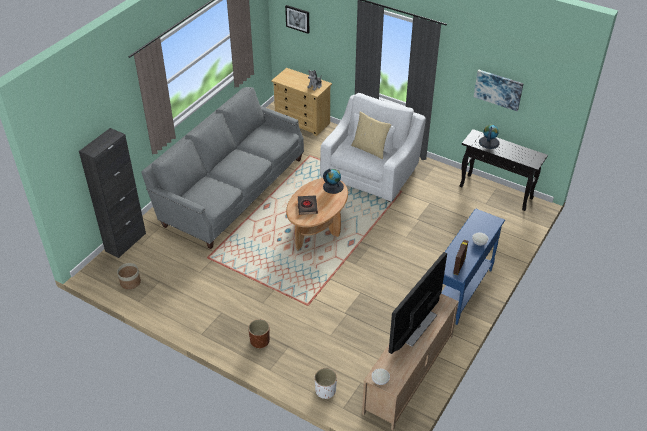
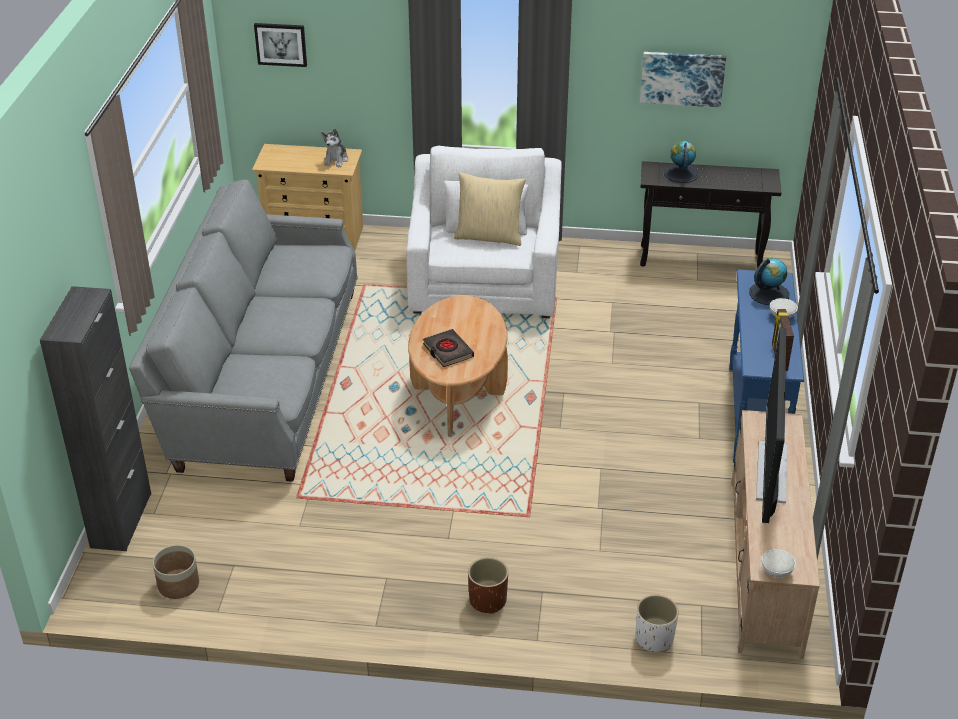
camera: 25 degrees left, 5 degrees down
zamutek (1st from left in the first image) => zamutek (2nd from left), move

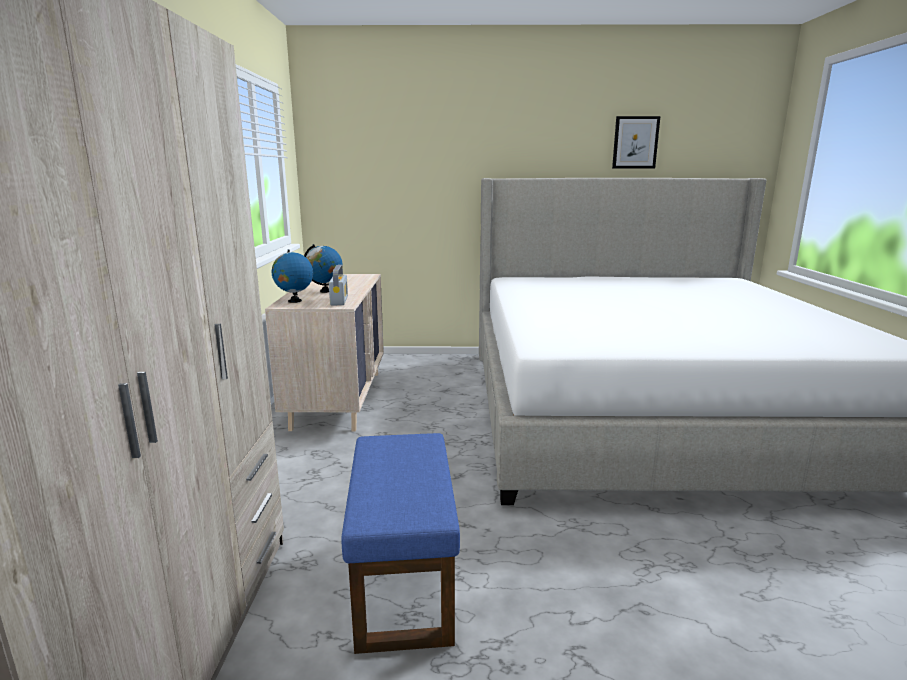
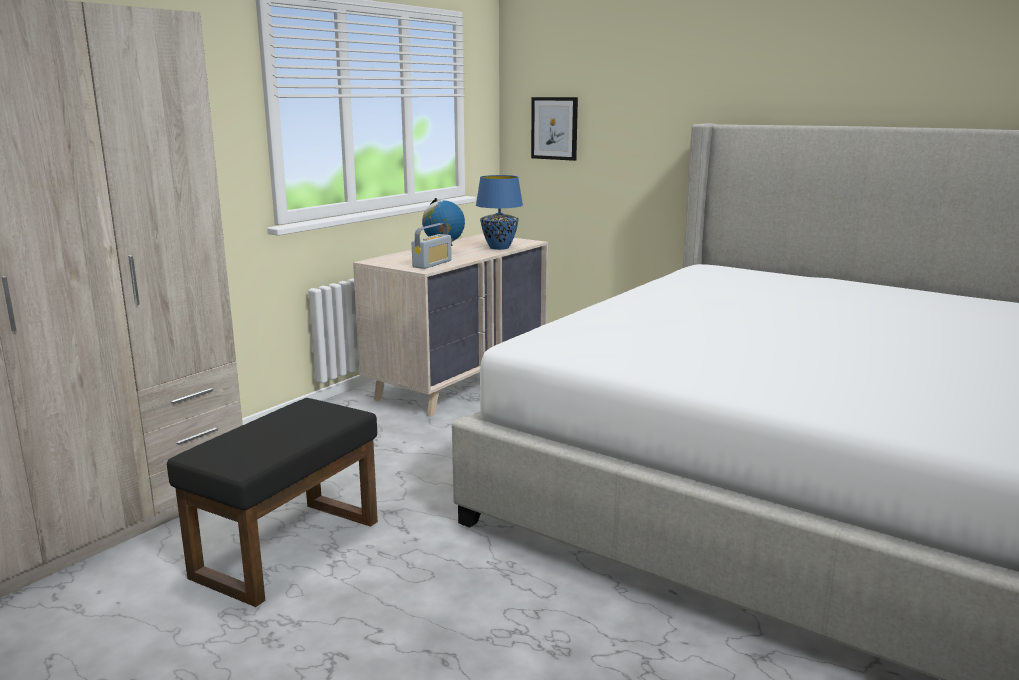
camera: 35 degrees right, 0 degrees up
zamutek (1st from left) => nothing
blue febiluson => black febiluson
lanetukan, move
nothing => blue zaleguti

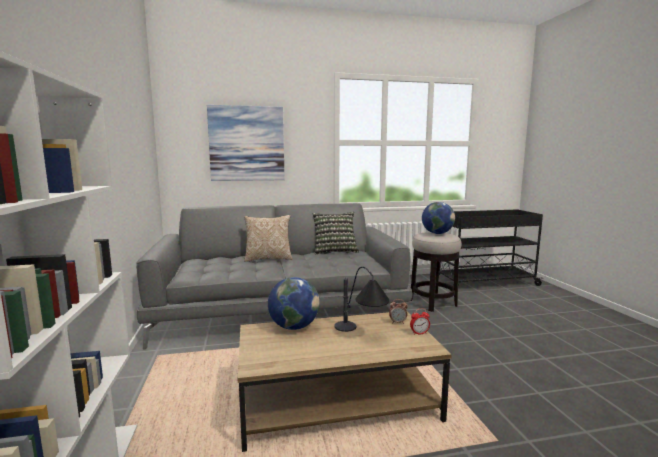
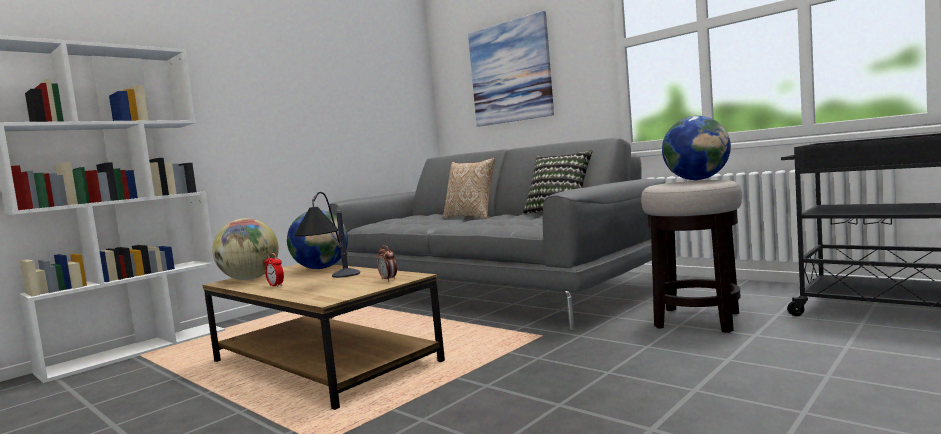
camera: 55 degrees right, 5 degrees down
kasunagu (2nd from left in the first image) => kasunagu (1st from left), move
nothing => zamutek (1st from left)

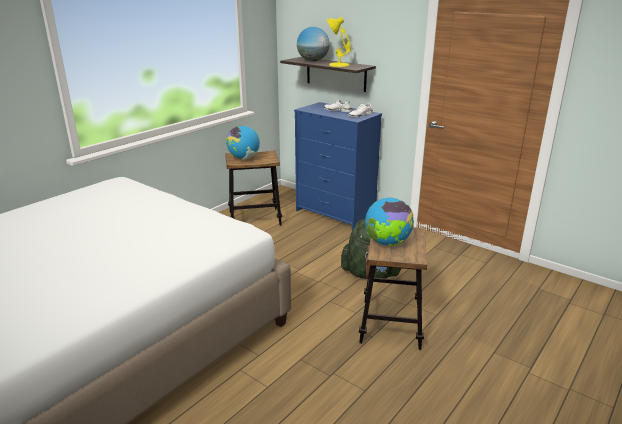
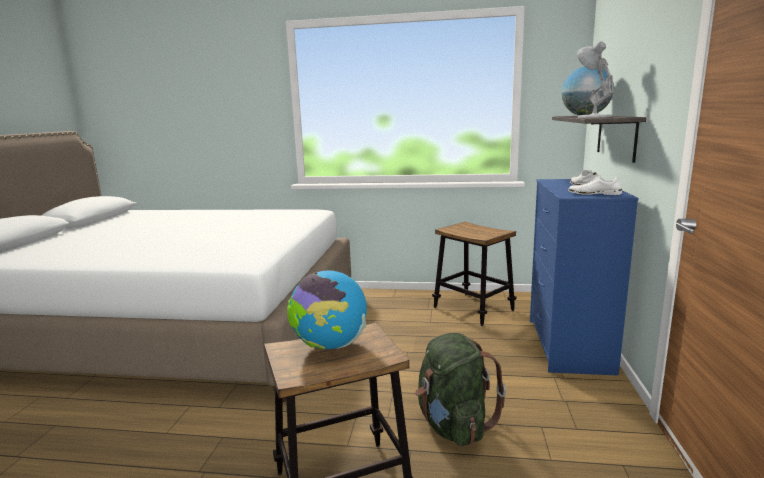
camera: 60 degrees right, 10 degrees down
zamutek (1st from left) => nothing
yellow zaleguti => white zaleguti

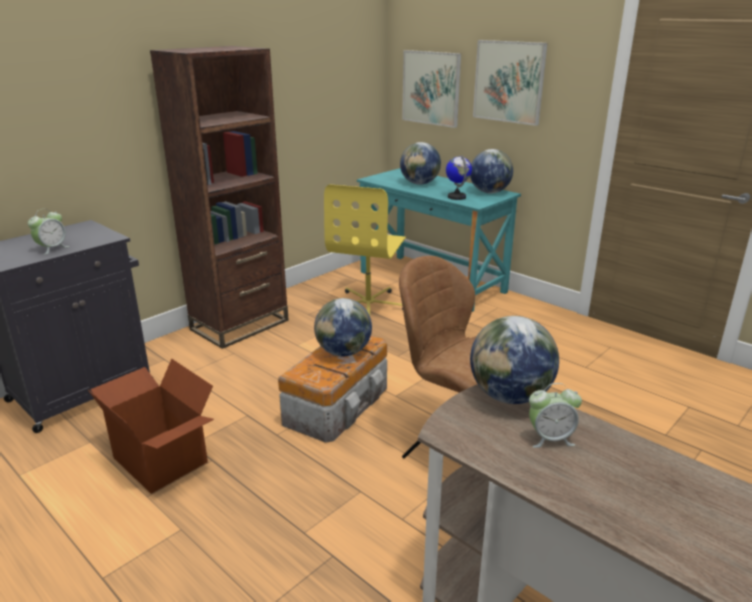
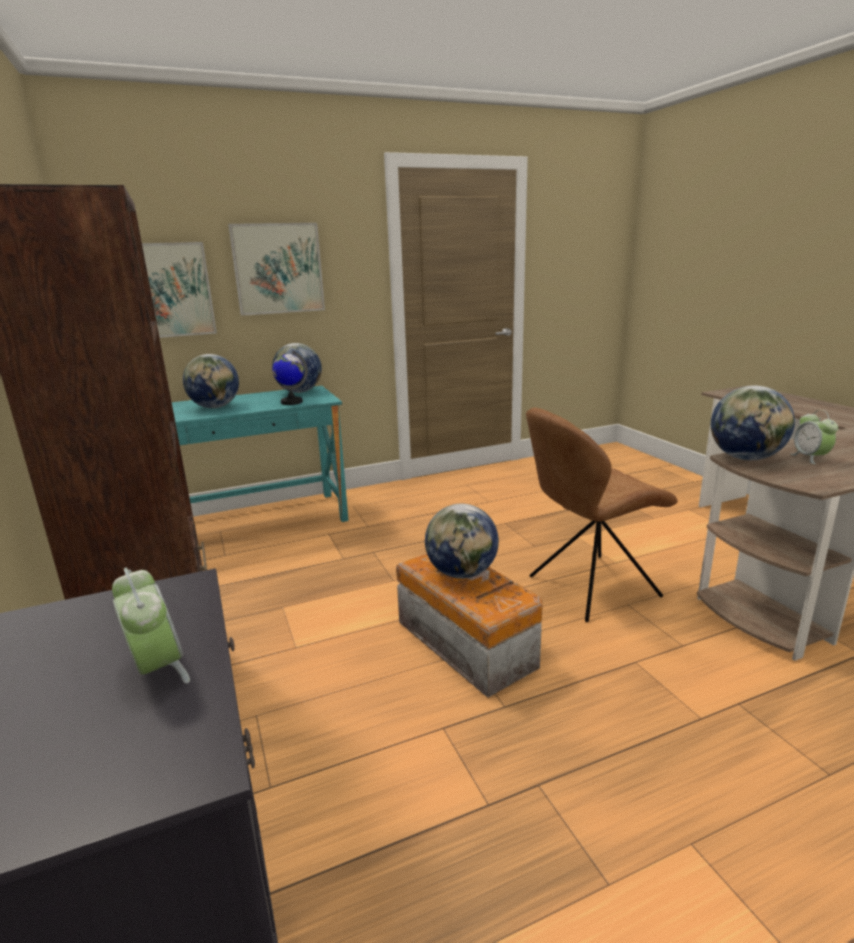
camera: 65 degrees left, 5 degrees down
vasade => nothing
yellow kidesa => nothing
kasunagu (2nd from left), 150 degrees clockwise

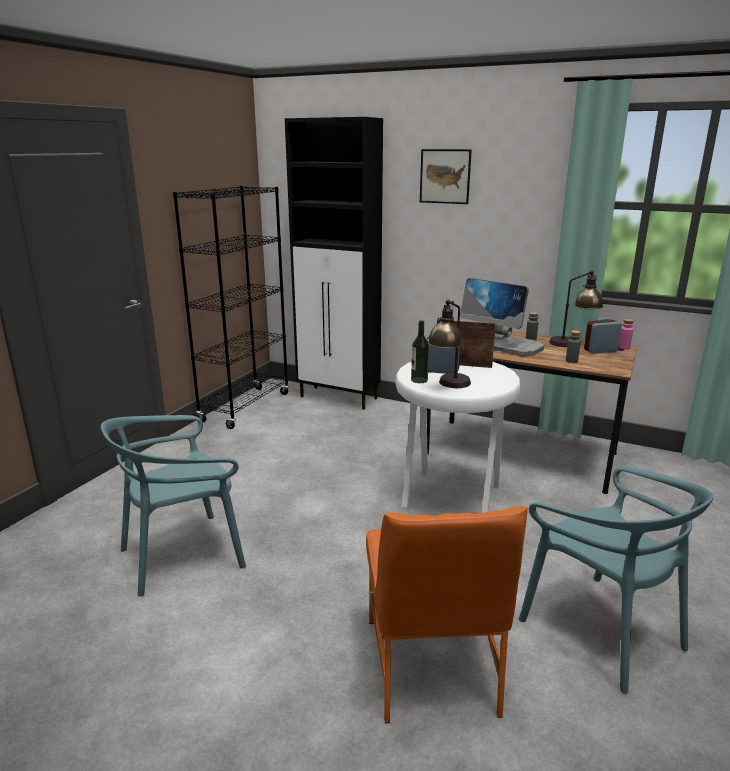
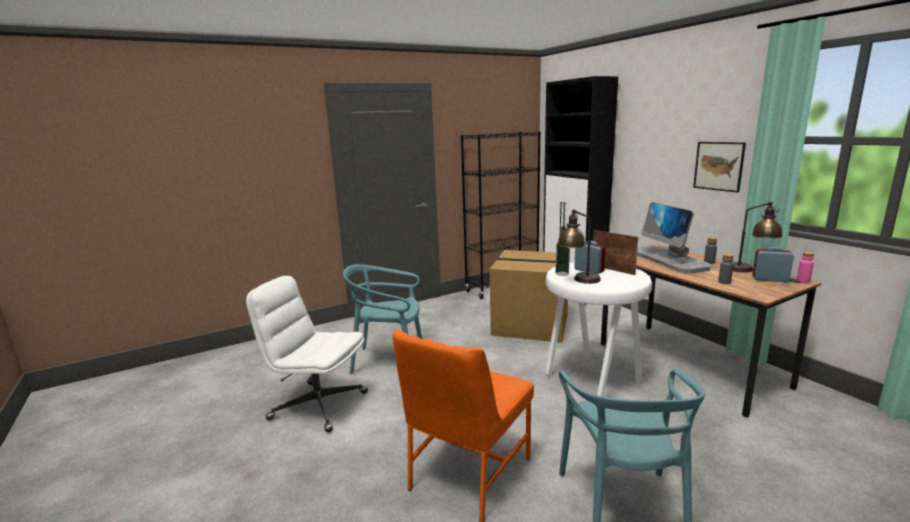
camera: 35 degrees right, 5 degrees down
lanetukan, move
nothing => white kidesa
nothing => vasade

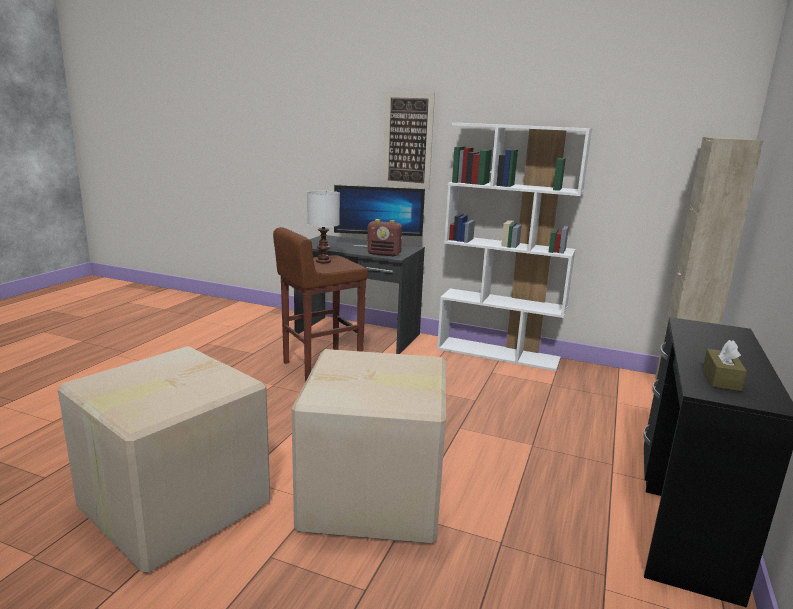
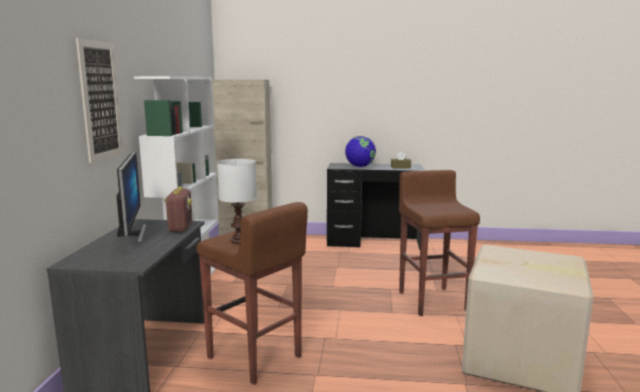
camera: 105 degrees left, 5 degrees down
vasade (2nd from left) => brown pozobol (2nd from left)
nothing => zamutek

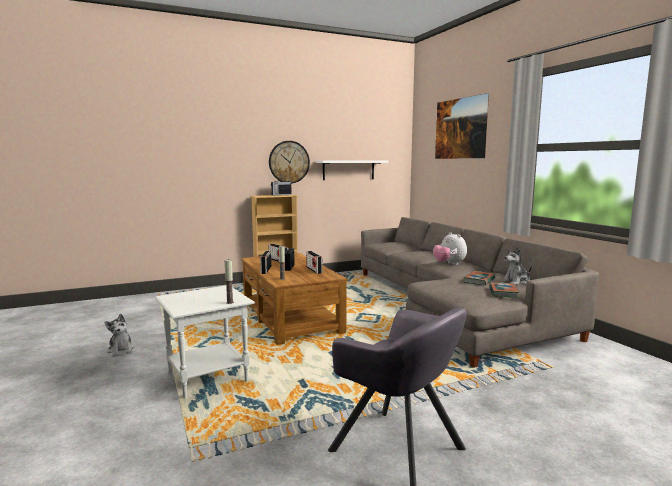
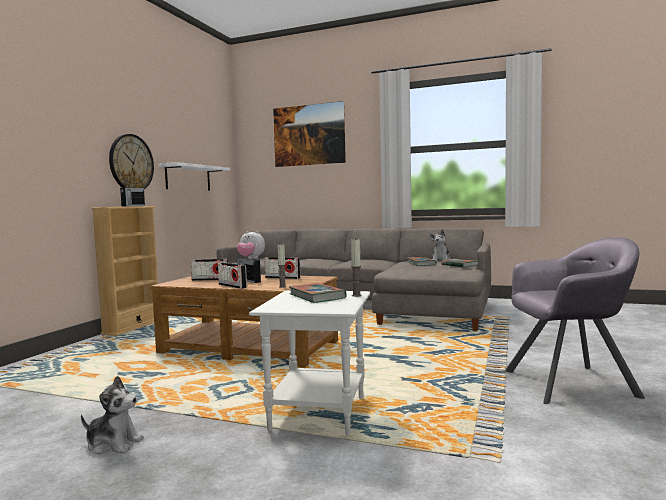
camera: 45 degrees left, 5 degrees down
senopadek (2nd from left), move
nothing => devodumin (1st from left)

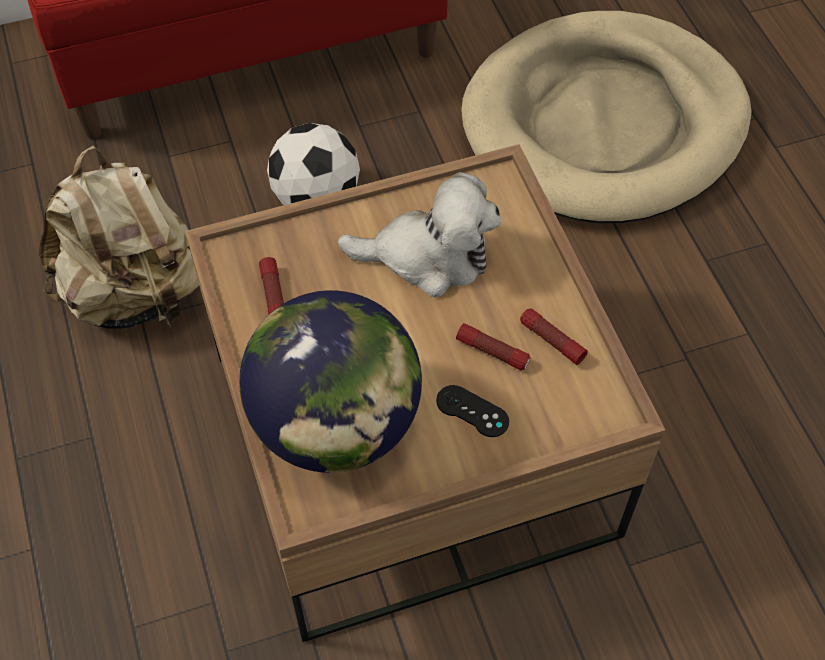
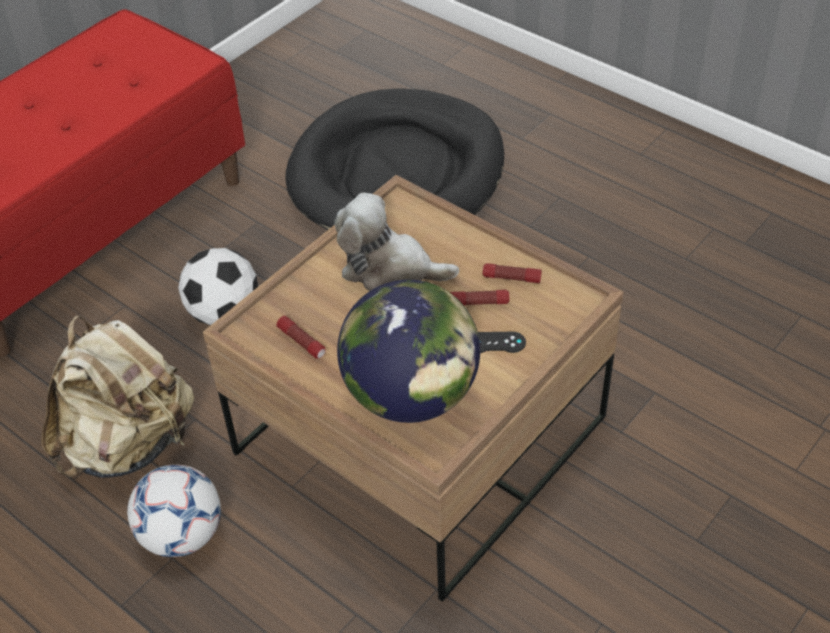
camera: 30 degrees left, 10 degrees down
senopadek, 135 degrees counterclockwise
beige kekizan => black kekizan
nothing => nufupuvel (1st from left)

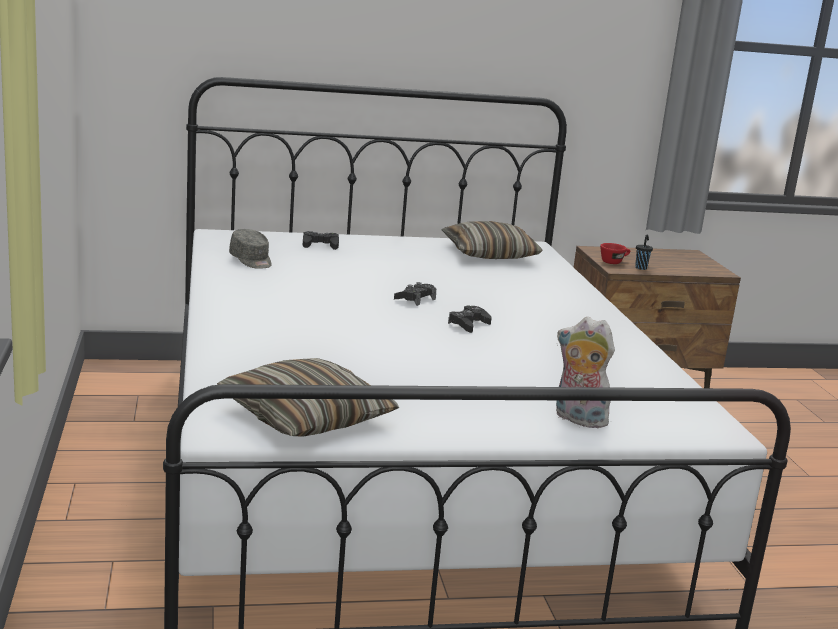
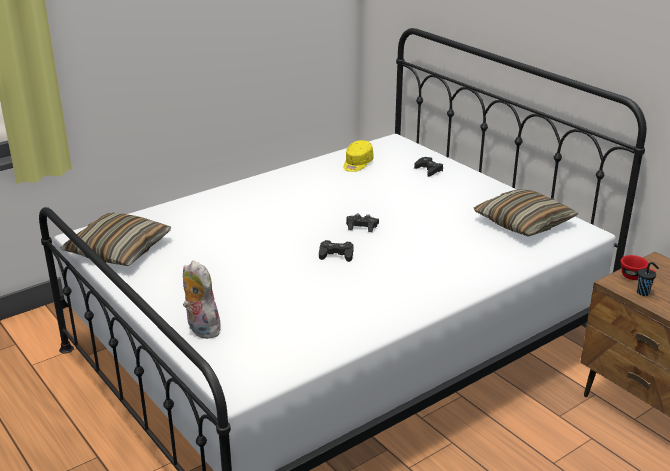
camera: 65 degrees right, 10 degrees up
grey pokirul => yellow pokirul
senopadek, 45 degrees counterclockwise

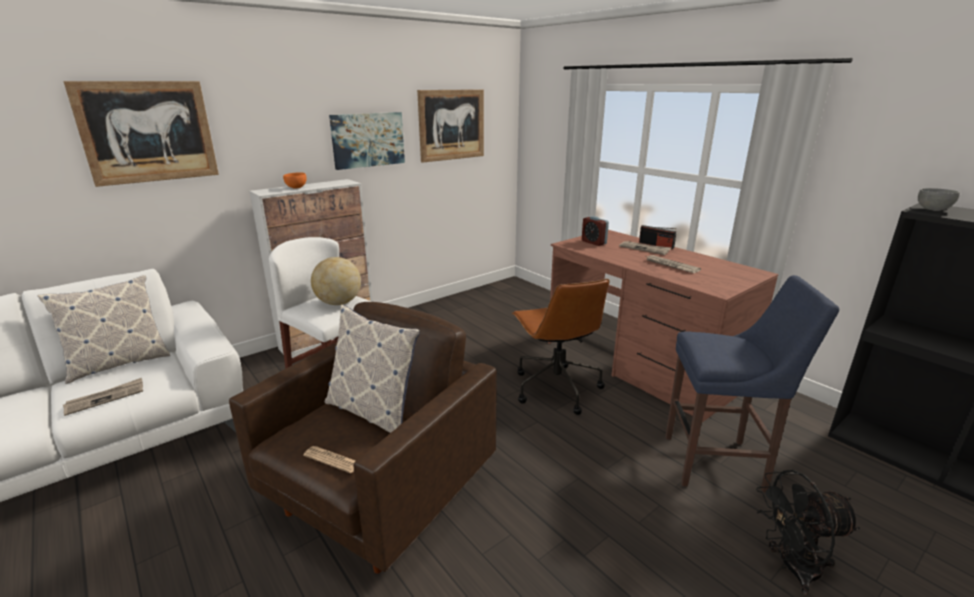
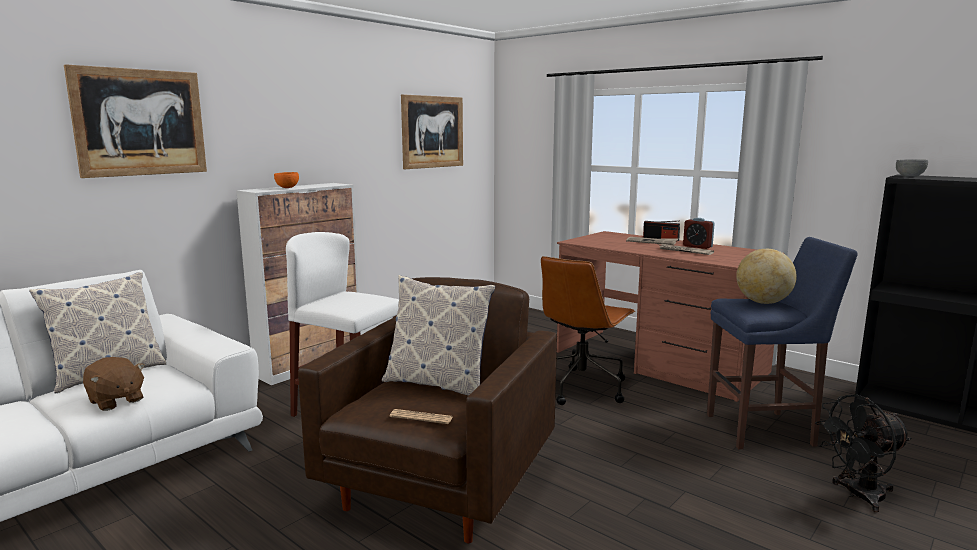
camera: 10 degrees left, 10 degrees down
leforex (1st from left) => brown senopadek
zamutek, move
lanetukan (2nd from left) => nothing
brown kidesa, 60 degrees clockwise
kasunagu, move

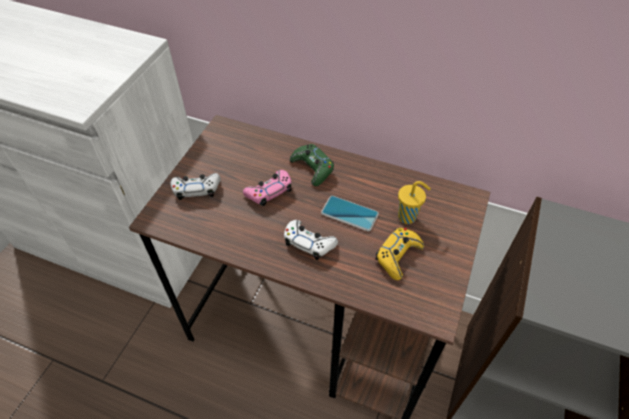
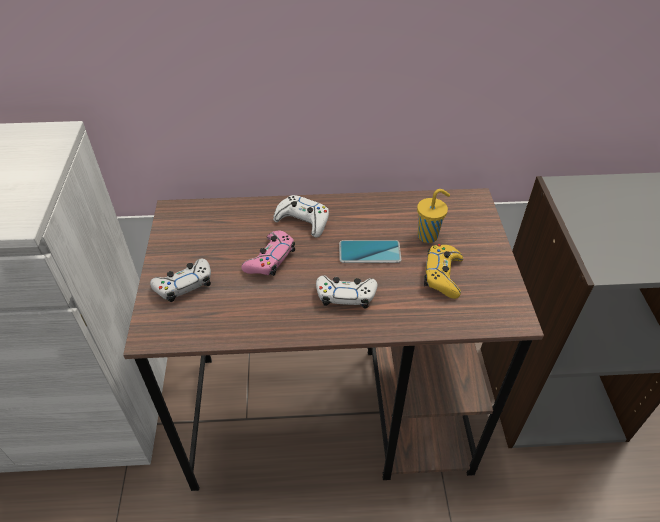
camera: 25 degrees left, 5 degrees down
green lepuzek => white lepuzek (2nd from left)

